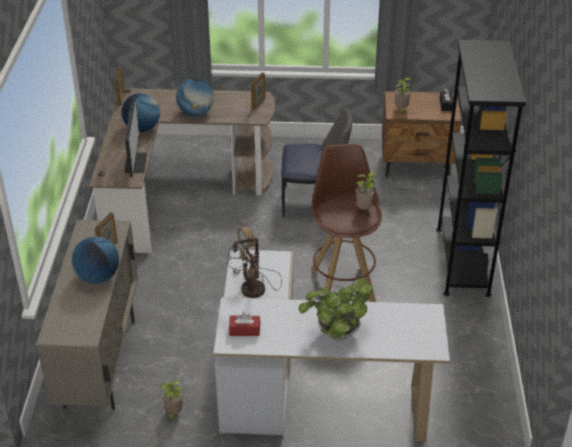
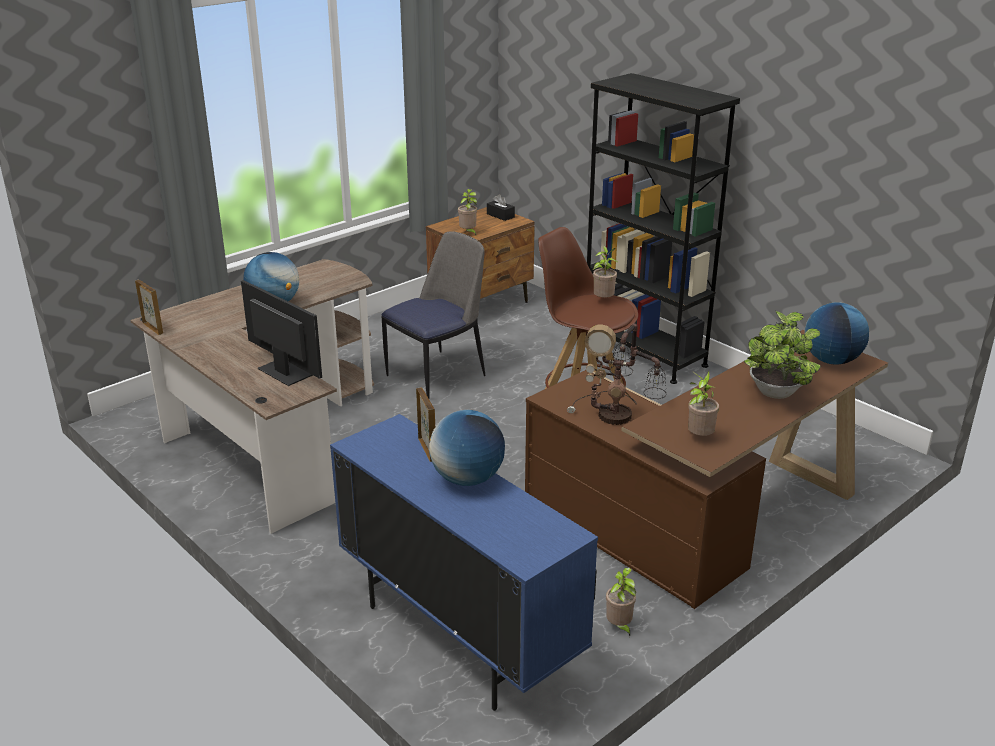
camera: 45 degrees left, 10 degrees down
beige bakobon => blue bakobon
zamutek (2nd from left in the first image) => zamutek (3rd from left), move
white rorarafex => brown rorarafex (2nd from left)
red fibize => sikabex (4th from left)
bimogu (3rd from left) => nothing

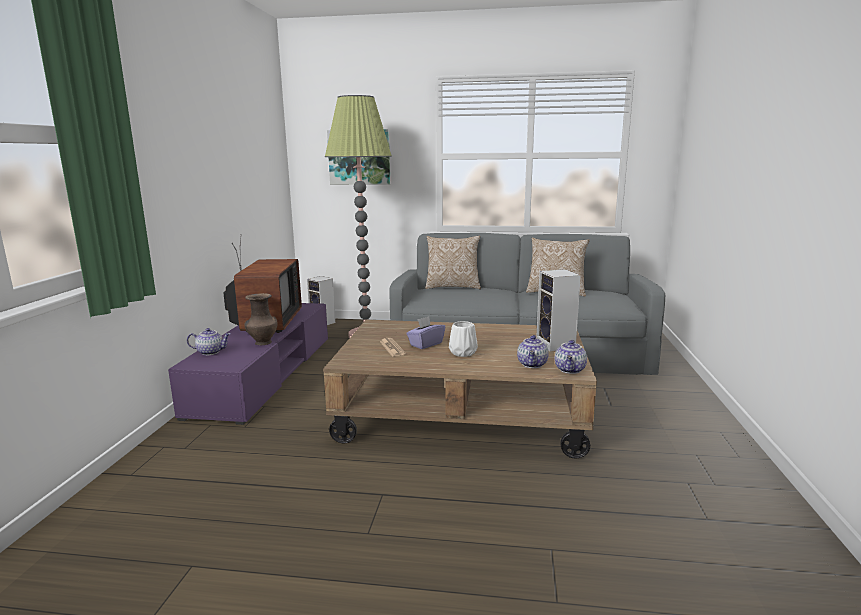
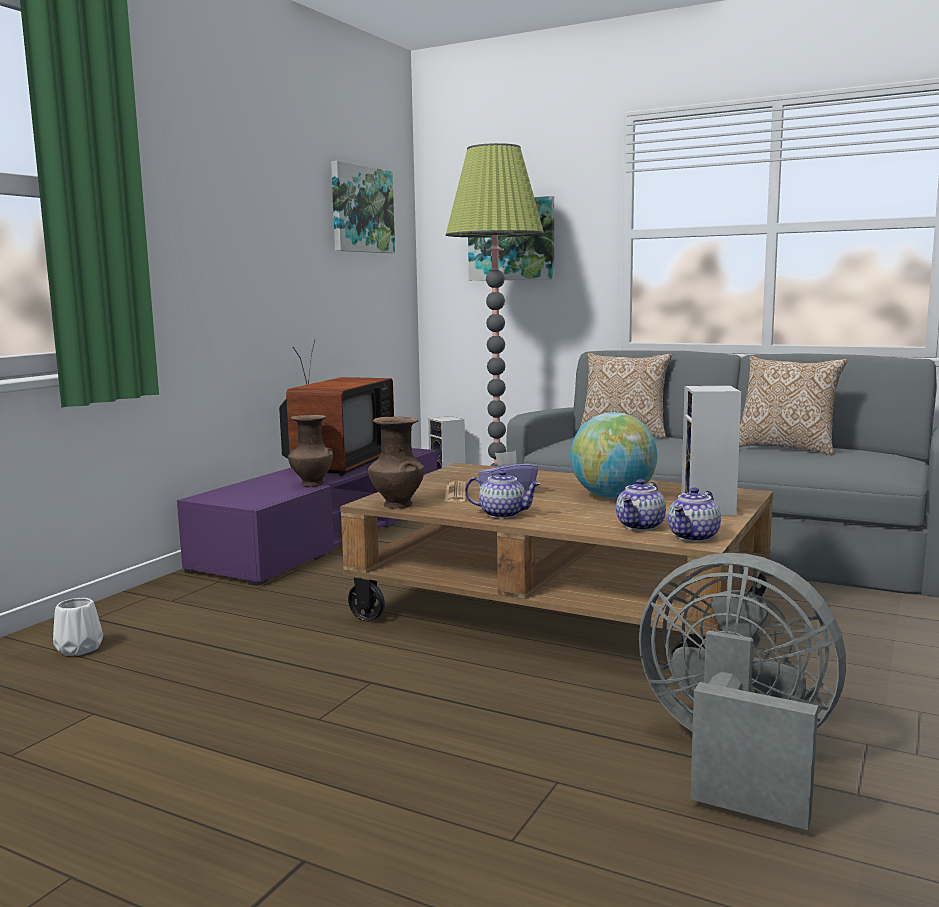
camera: 20 degrees right, 5 degrees down
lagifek (1st from left), move
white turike, move
nothing => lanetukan (1st from left)
nothing => brown turike (2nd from left)
nothing => zamutek
nothing => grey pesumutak

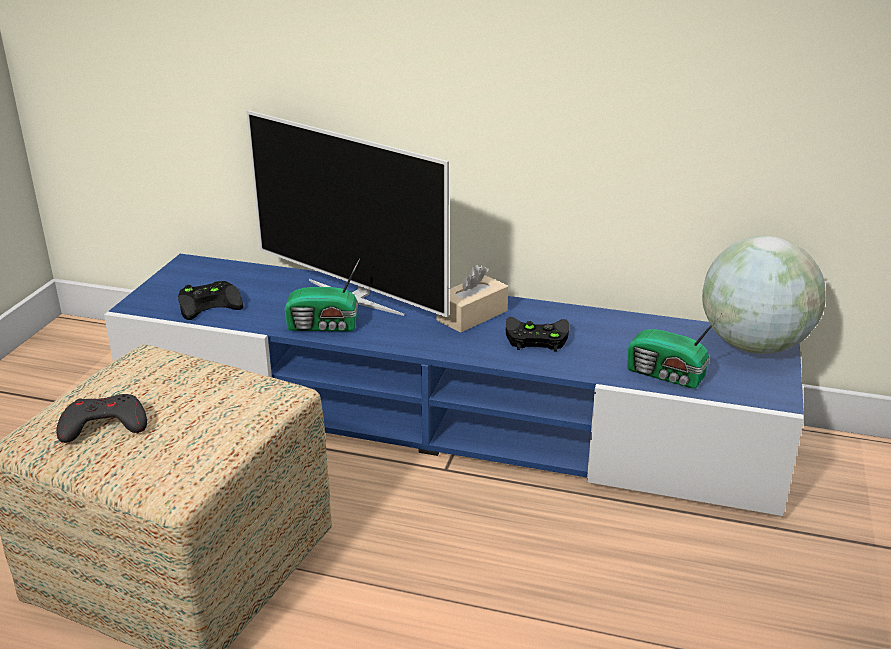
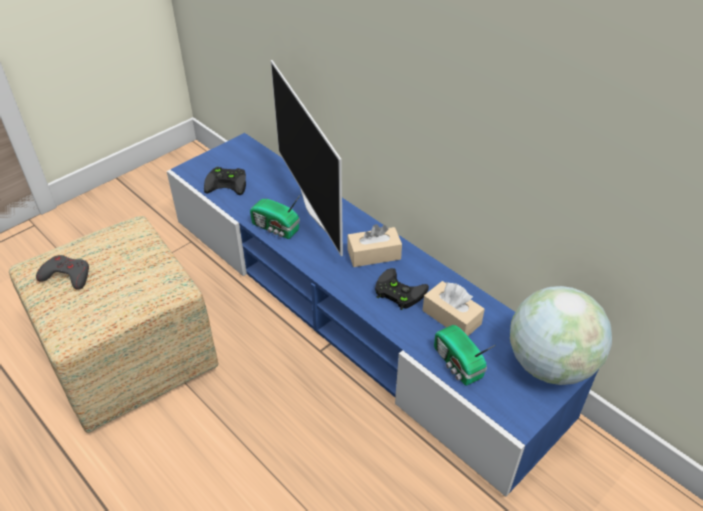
camera: 30 degrees right, 15 degrees up
nothing => beige fibize (2nd from left)

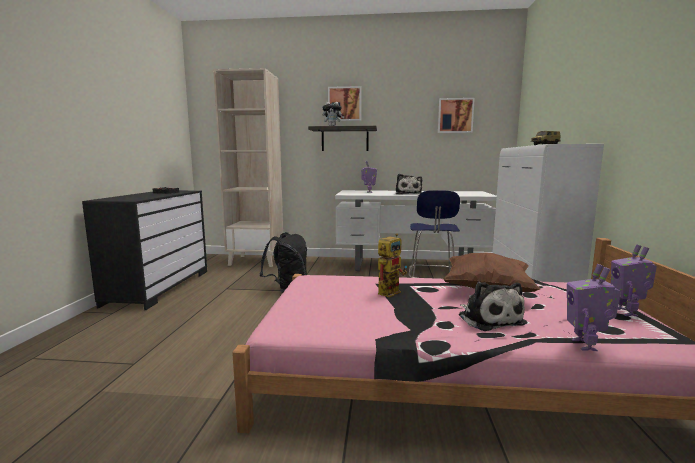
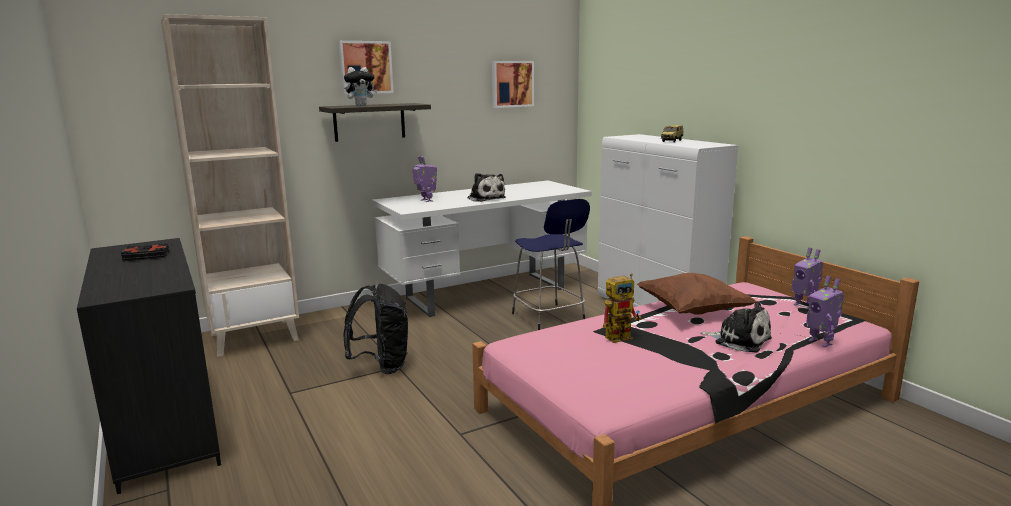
camera: 35 degrees left, 5 degrees up
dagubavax (2nd from left), 60 degrees clockwise

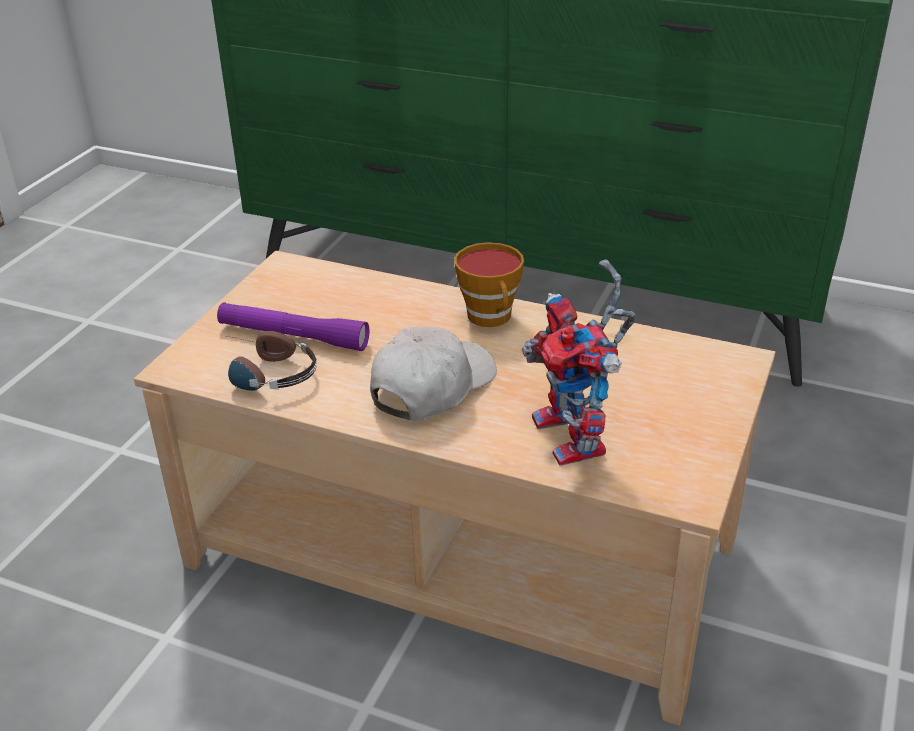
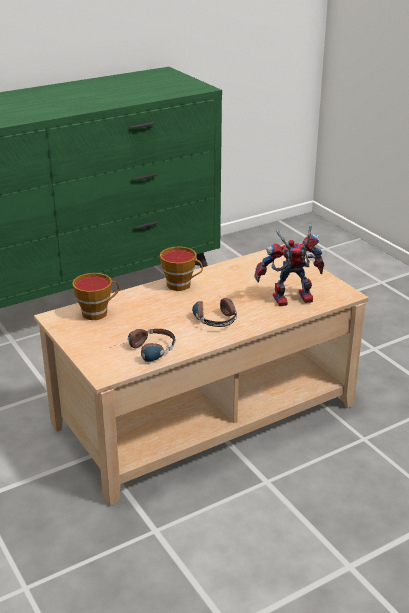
camera: 55 degrees left, 5 degrees down
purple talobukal => nothing
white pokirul => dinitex (2nd from left)
dagubavax, 150 degrees clockwise
nothing => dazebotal (1st from left)

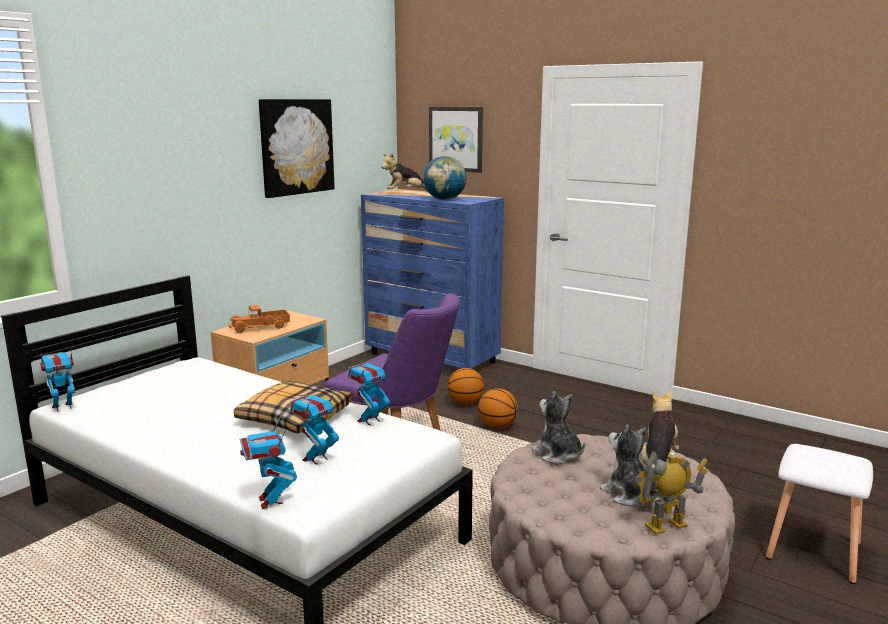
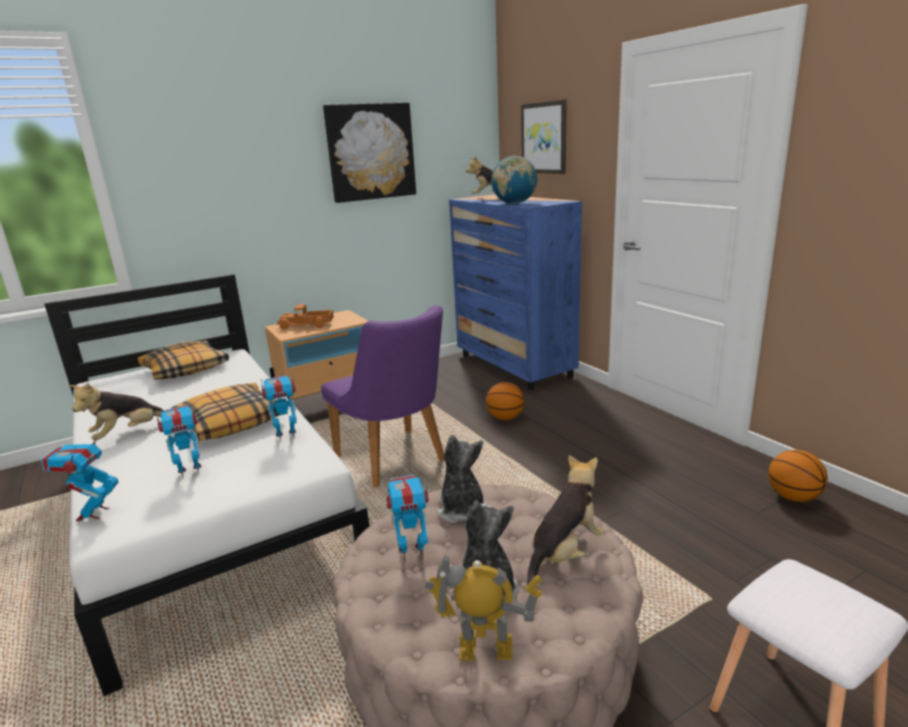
camera: 25 degrees right, 5 degrees up
dagubavax (1st from left in the first image) => dagubavax (4th from left), move
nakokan (2nd from left), move
nothing => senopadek (1st from left)
nothing => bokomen (1st from left)

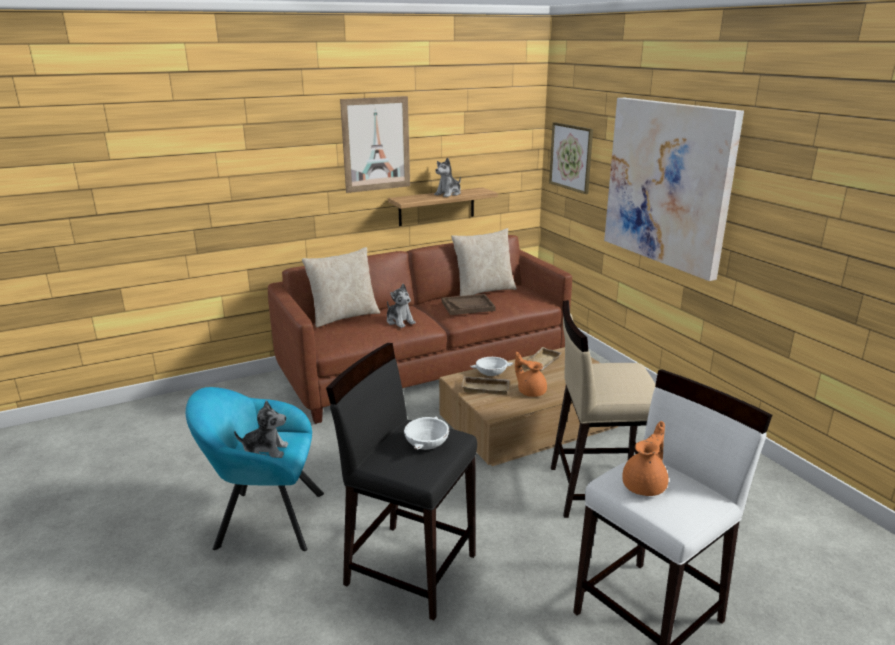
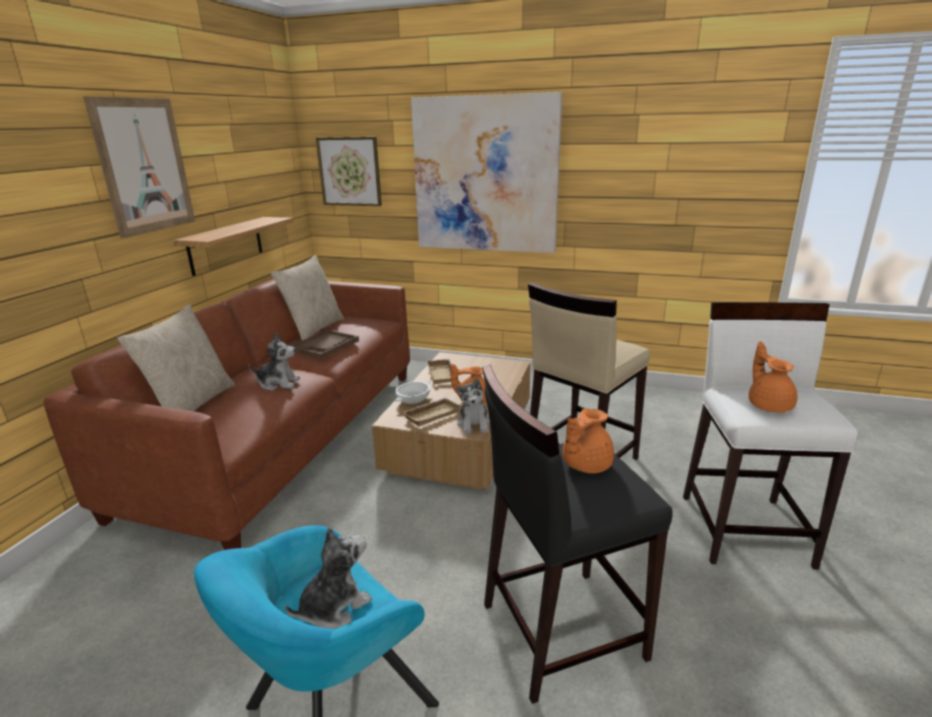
camera: 45 degrees left, 0 degrees up
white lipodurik (1st from left) => orange lagifek (2nd from left)
senopadek (3rd from left), move

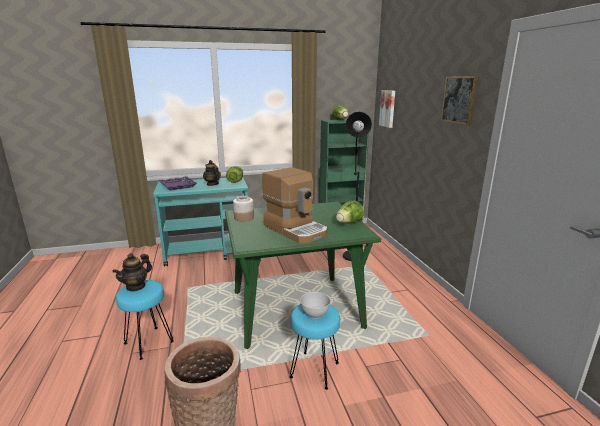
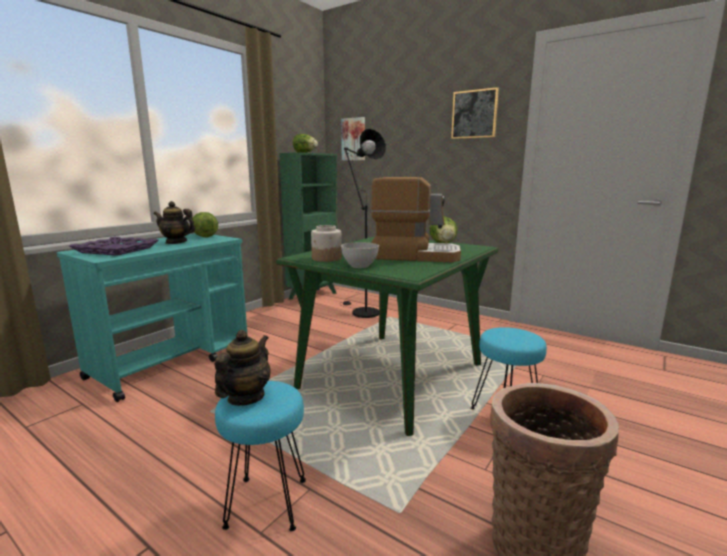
camera: 40 degrees left, 5 degrees down
lagifek (1st from left in the first image) => lagifek (2nd from left), 150 degrees counterclockwise
grey lipodurik, move

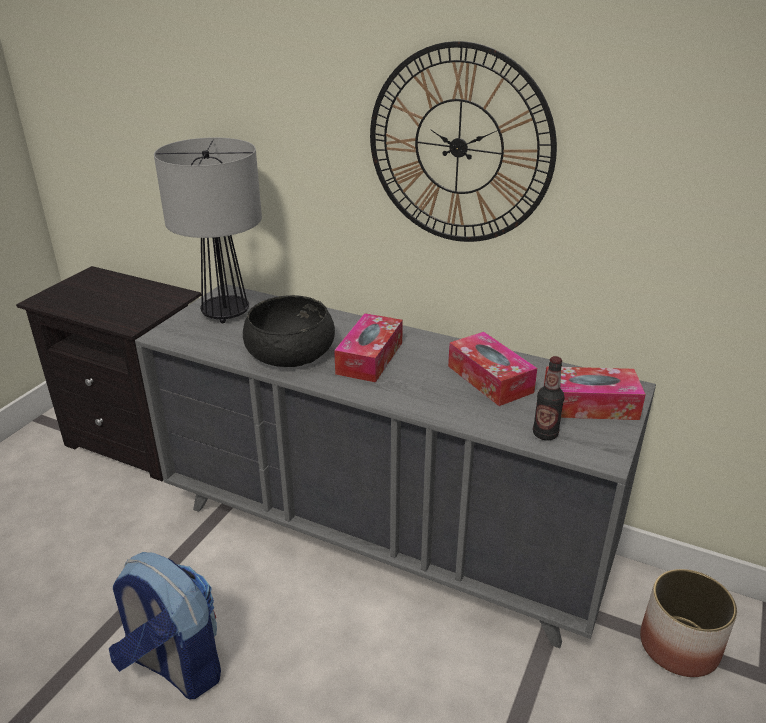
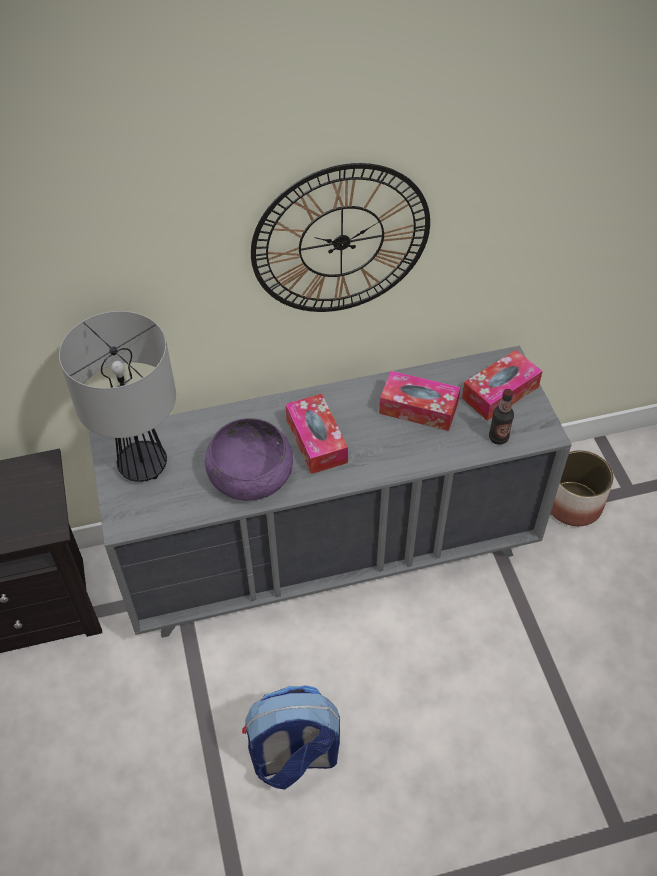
camera: 40 degrees left, 20 degrees up
black lipodurik => purple lipodurik

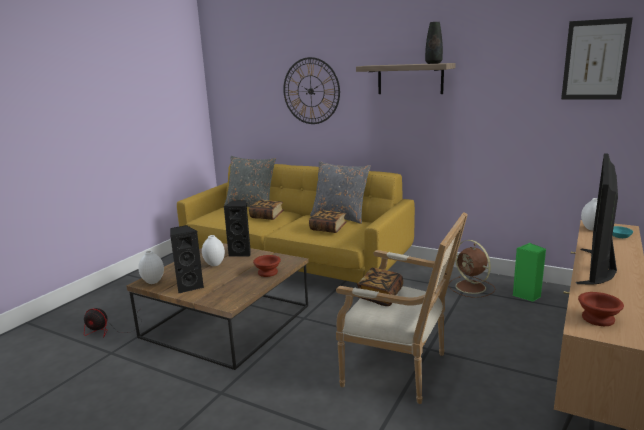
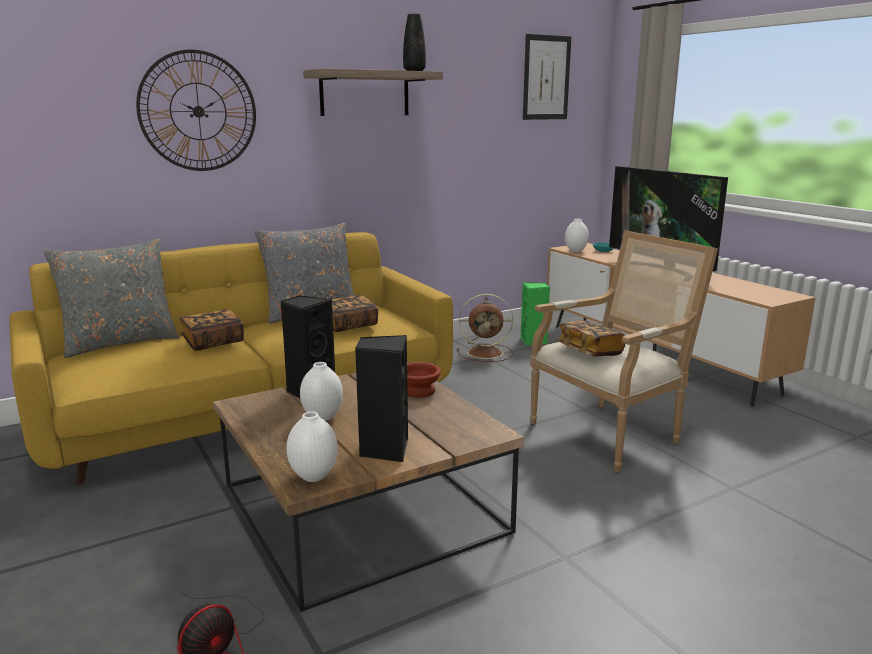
camera: 60 degrees left, 0 degrees up
brown lipodurik (2nd from left) => nothing

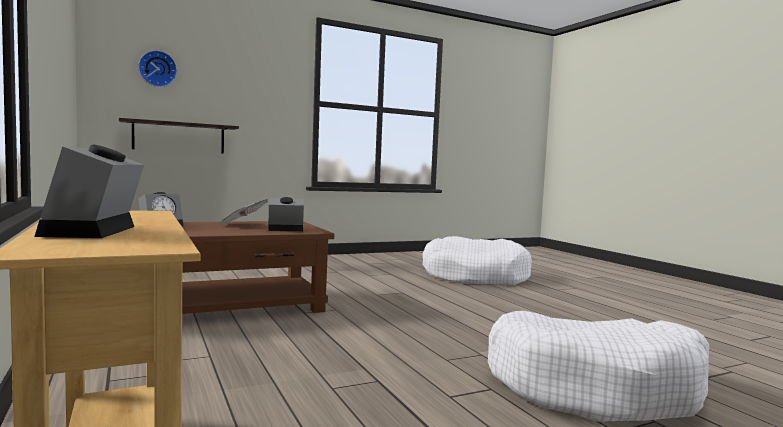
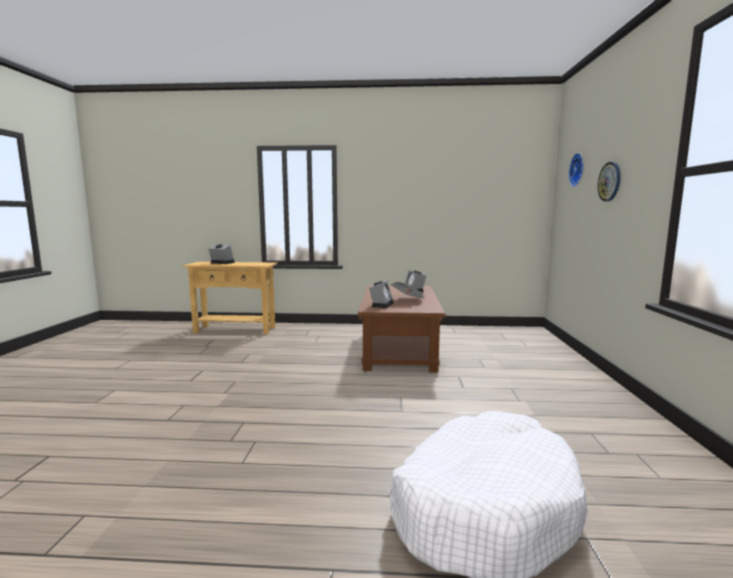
camera: 120 degrees right, 5 degrees up
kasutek => nothing
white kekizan (2nd from left) => nothing
nothing => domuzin (2nd from left)

